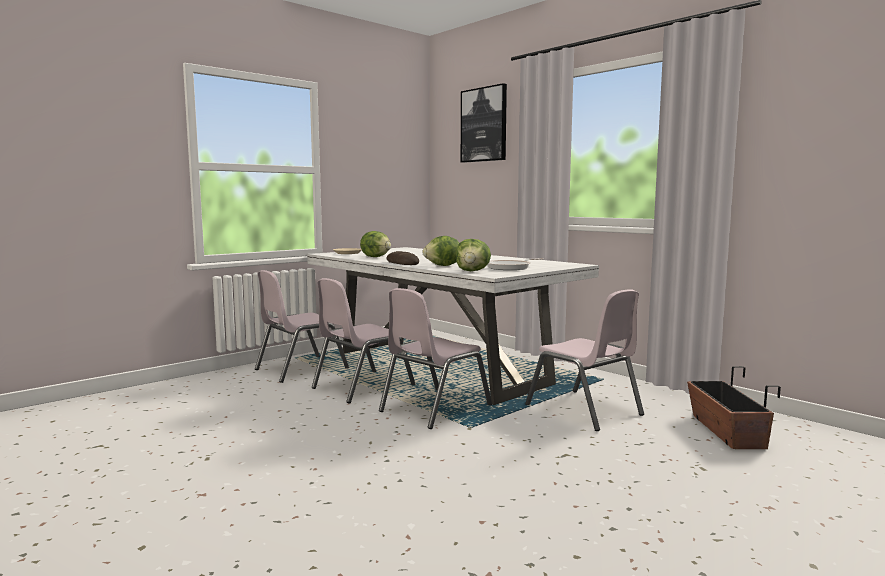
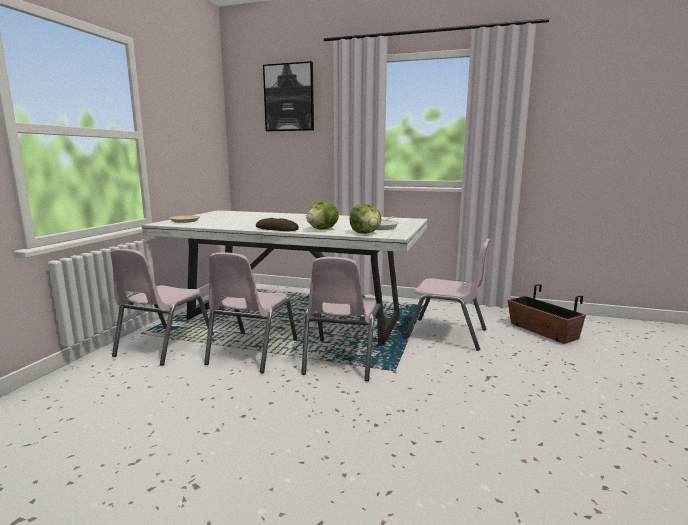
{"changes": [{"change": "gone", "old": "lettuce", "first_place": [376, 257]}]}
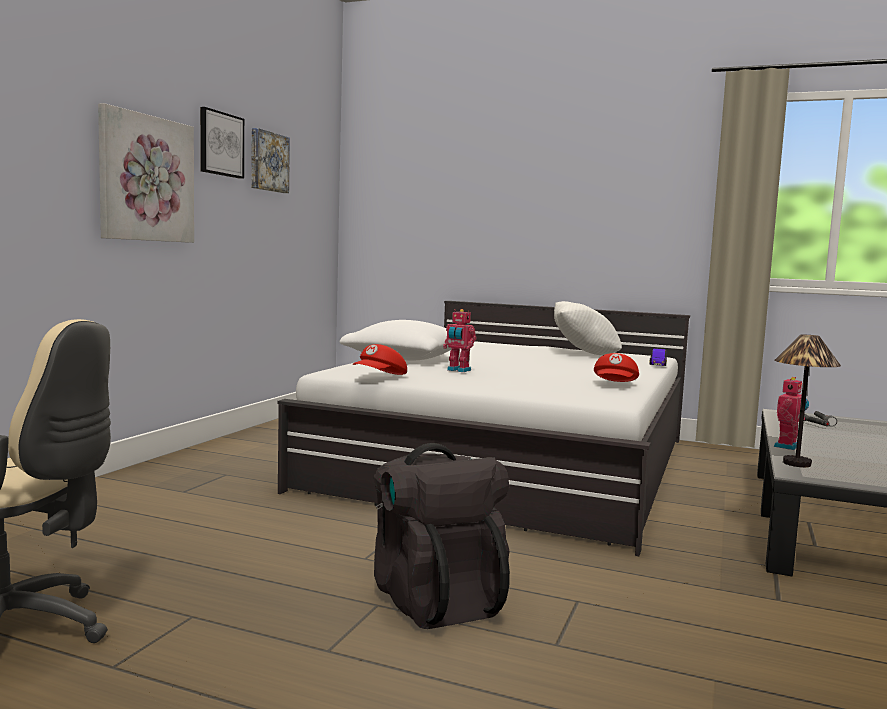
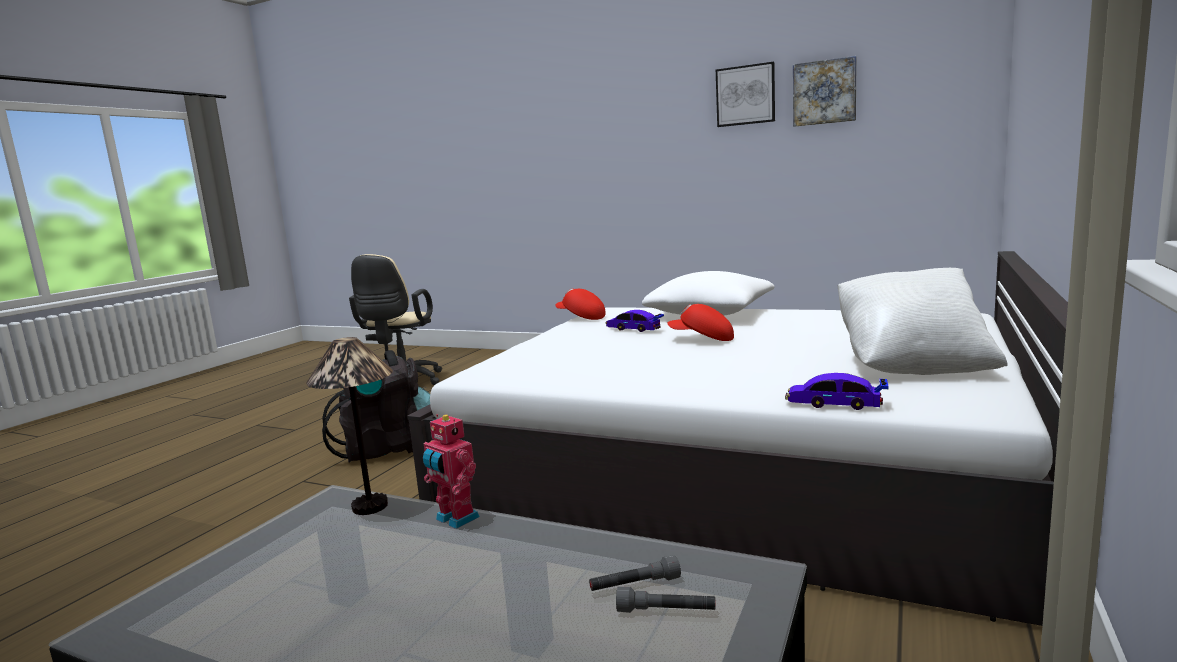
{"changes": [{"change": "gone", "old": "picture", "first_place": [146, 178]}, {"change": "swapped", "old": "toy robot", "new": "toy car", "first_place": [458, 370], "second_place": [634, 329]}, {"change": "shifted", "old": "red cap", "first_place": [615, 385], "second_place": [702, 339]}]}
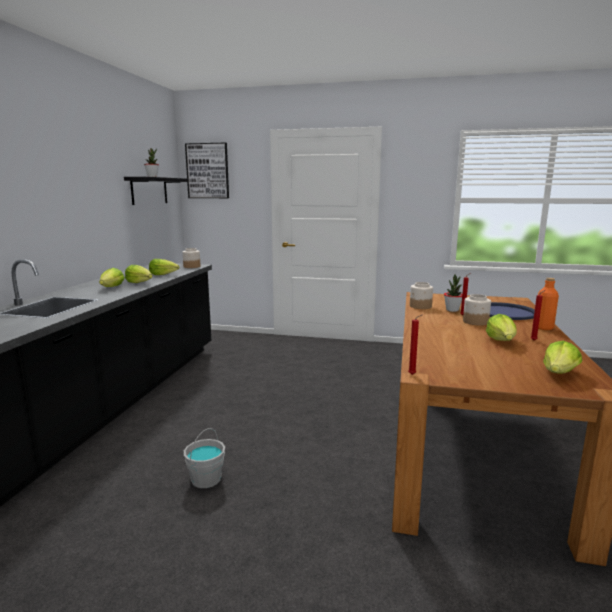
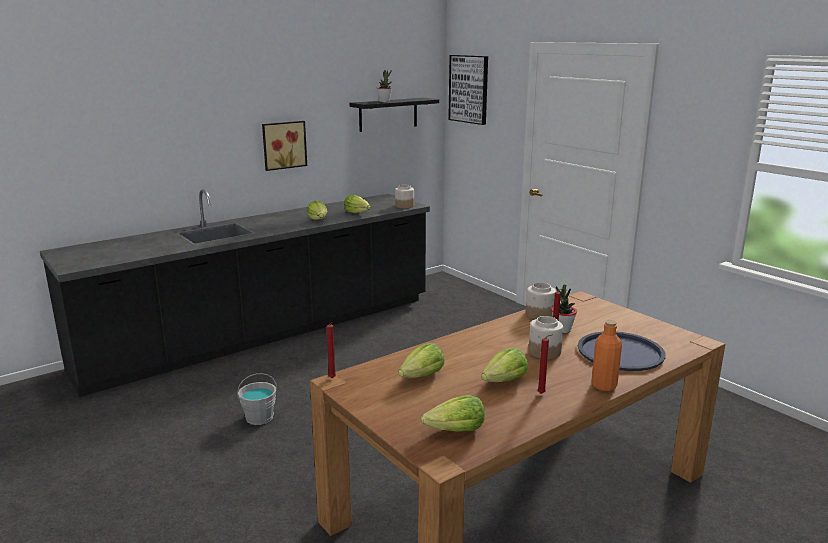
{"changes": [{"change": "shifted", "old": "lettuce", "first_place": [112, 287], "second_place": [422, 376]}, {"change": "new", "new": "picture", "second_place": [283, 145]}]}
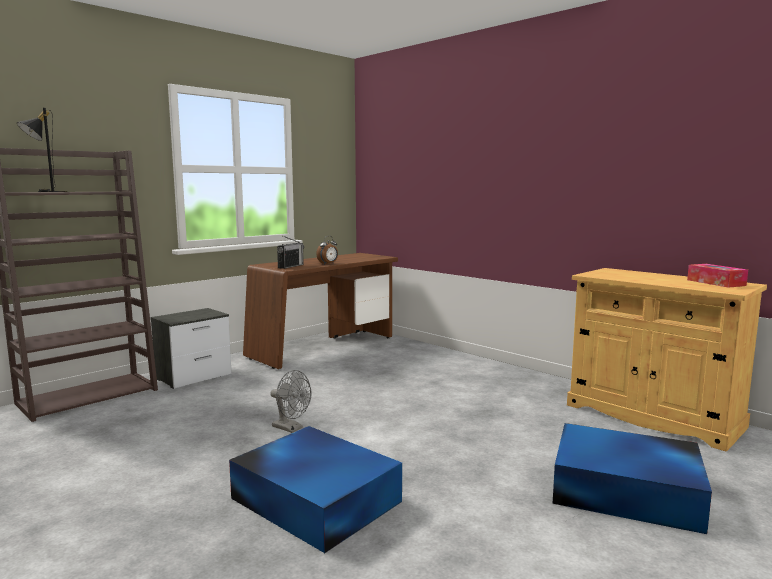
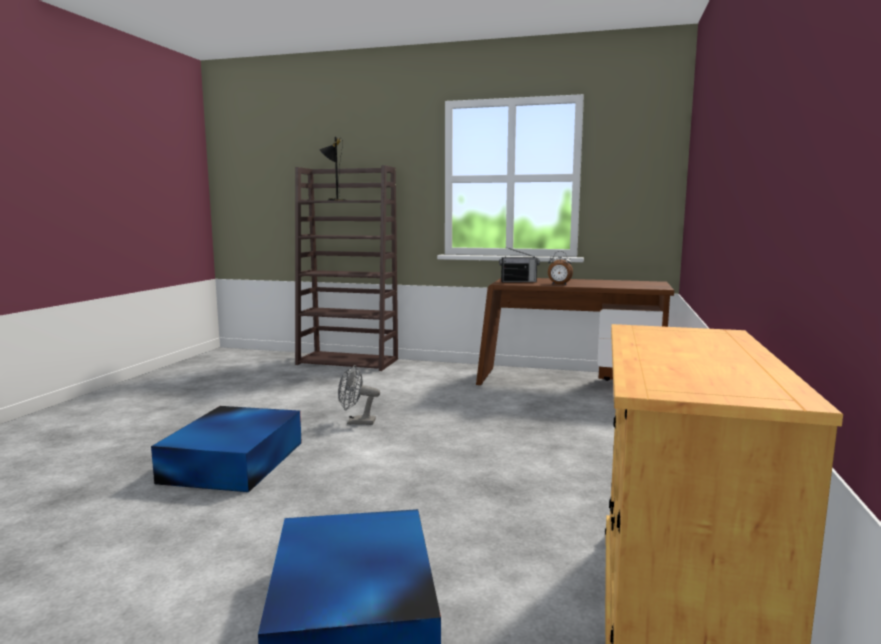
{"changes": [{"change": "gone", "old": "nightstand", "first_place": [195, 377]}, {"change": "rotated", "old": "grey fan", "first_place": [291, 428], "second_place": [356, 422], "degrees": 90}, {"change": "gone", "old": "tissue box", "first_place": [715, 283]}]}
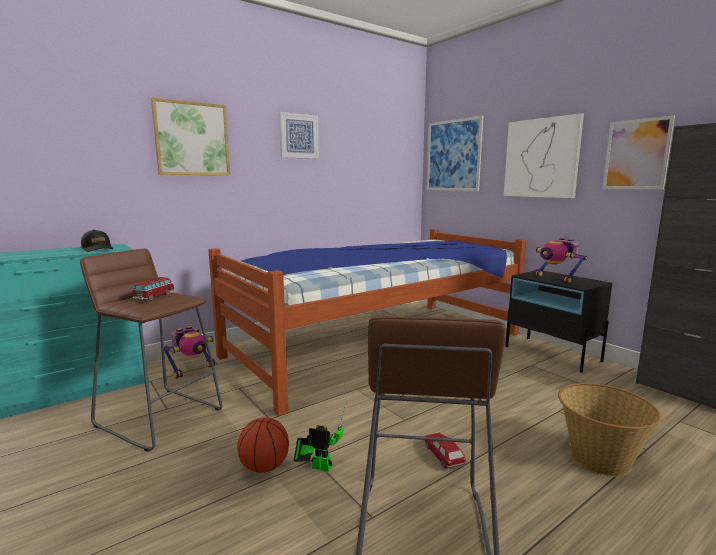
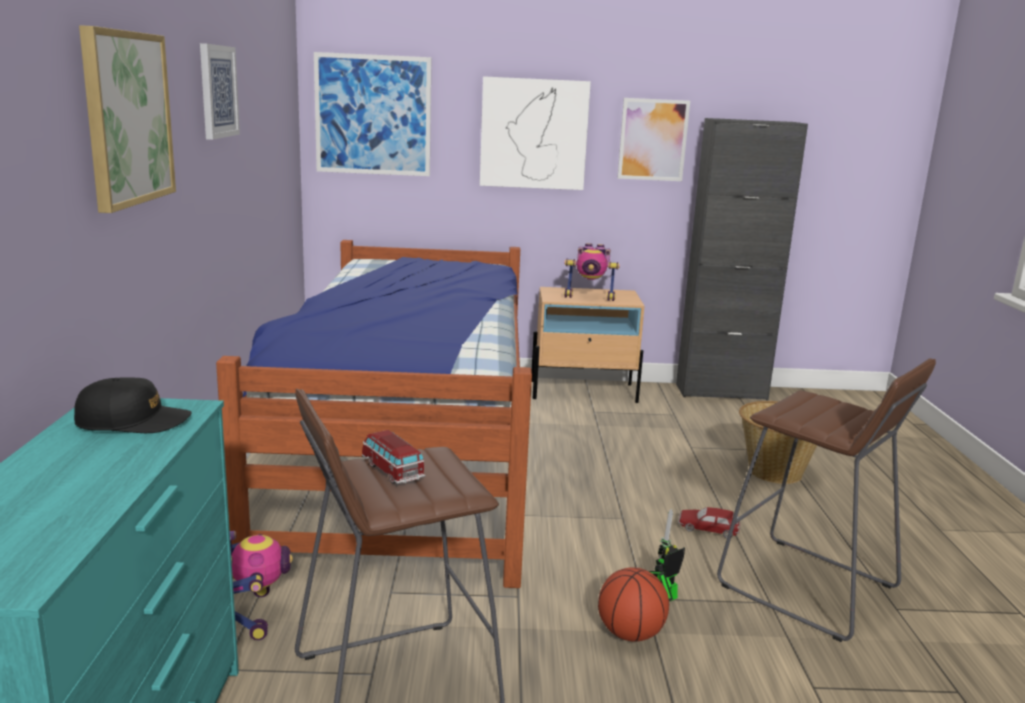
{"changes": [{"change": "repainted", "old": "black nightstand", "new": "beige nightstand", "first_place": [552, 354], "second_place": [584, 391]}]}
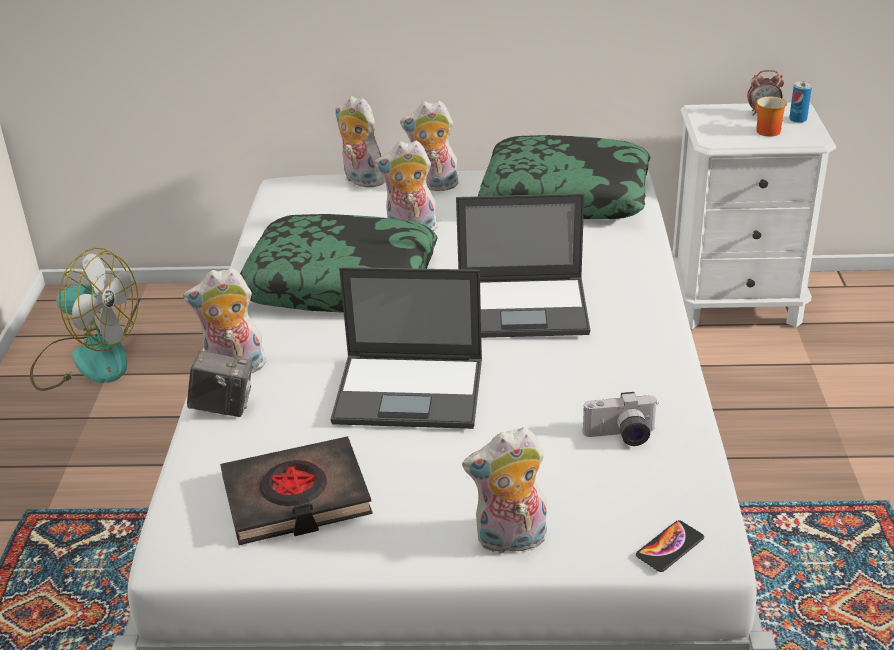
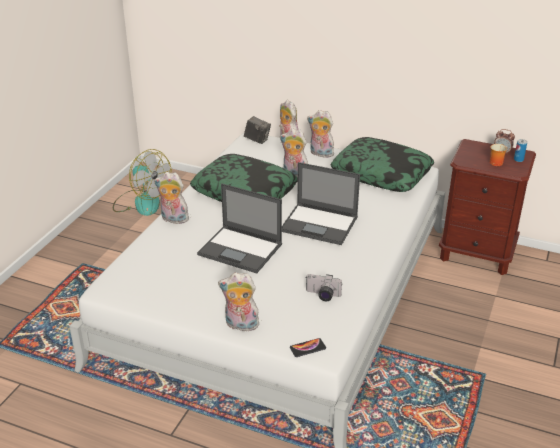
{"changes": [{"change": "shifted", "old": "photo camera", "first_place": [223, 407], "second_place": [257, 140]}, {"change": "gone", "old": "black book", "first_place": [296, 498]}, {"change": "repainted", "old": "white nightstand", "new": "brown nightstand", "first_place": [735, 303], "second_place": [477, 254]}]}
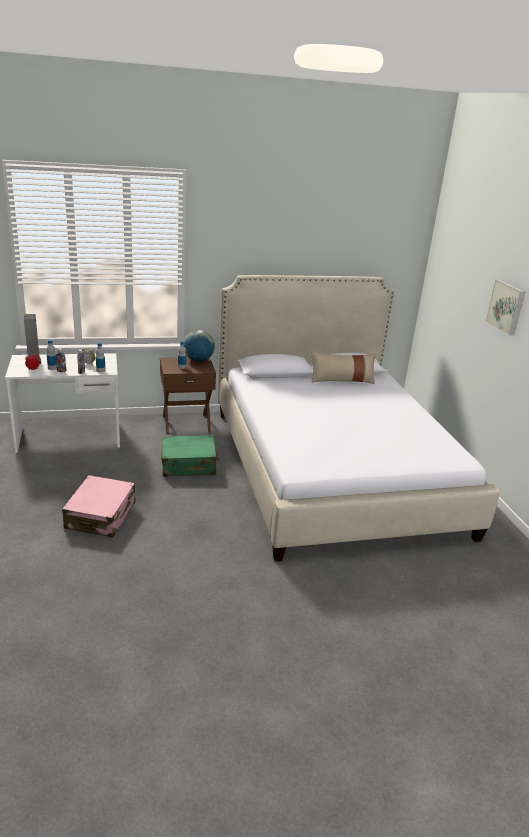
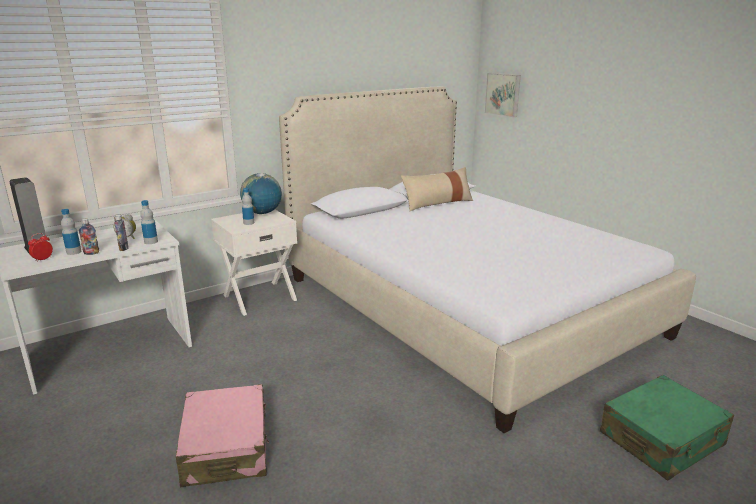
{"changes": [{"change": "repainted", "old": "brown nightstand", "new": "white nightstand", "first_place": [186, 423], "second_place": [259, 297]}, {"change": "shifted", "old": "green suitcase", "first_place": [189, 465], "second_place": [661, 439]}, {"change": "shifted", "old": "picture", "first_place": [507, 307], "second_place": [503, 94]}]}
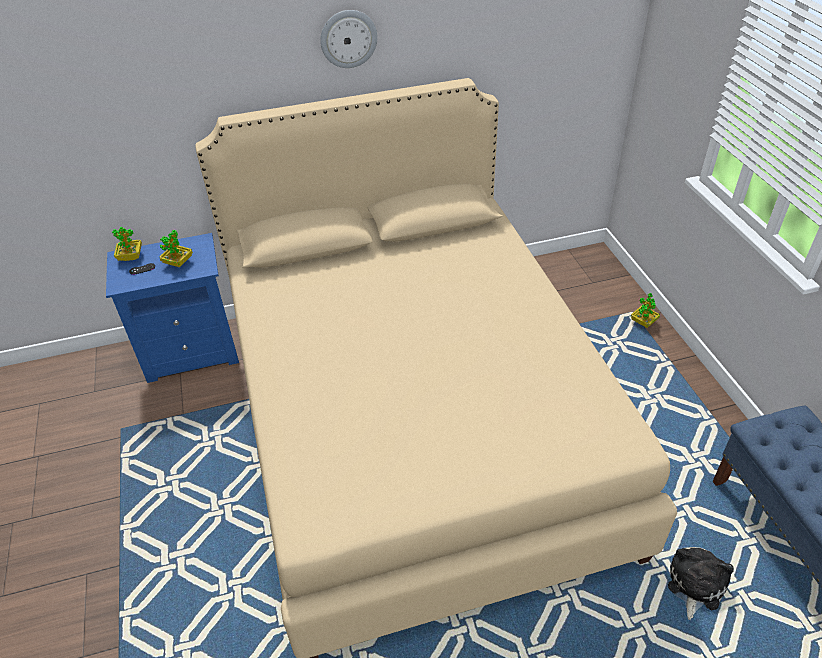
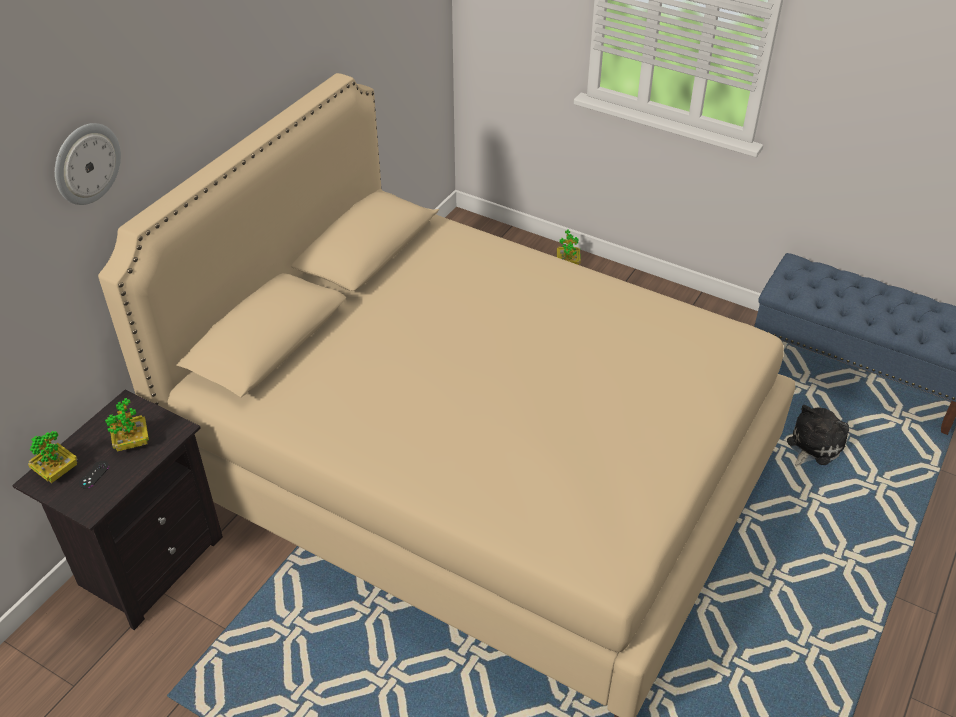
{"changes": [{"change": "repainted", "old": "blue nightstand", "new": "black nightstand", "first_place": [192, 351], "second_place": [148, 562]}, {"change": "shifted", "old": "wall clock", "first_place": [348, 38], "second_place": [86, 163]}, {"change": "rotated", "old": "plush toy", "first_place": [694, 586], "second_place": [812, 446], "degrees": 60}]}
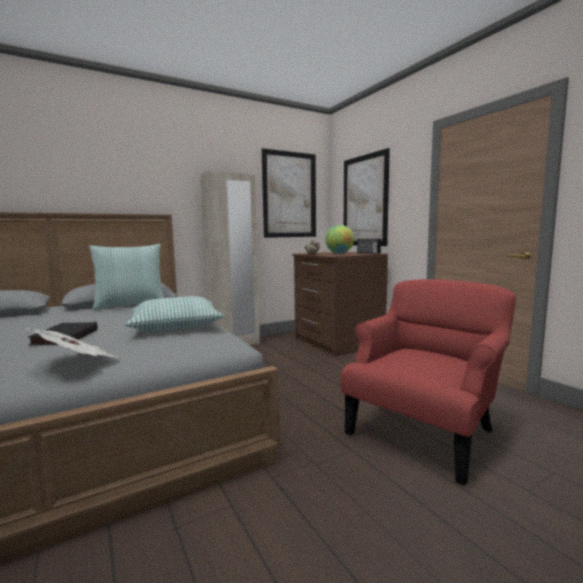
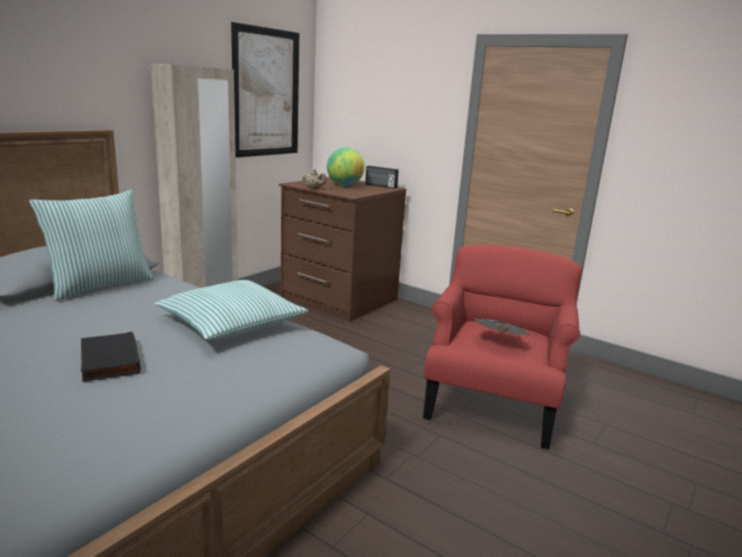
{"changes": [{"change": "shifted", "old": "newspaper", "first_place": [77, 362], "second_place": [500, 341]}, {"change": "gone", "old": "picture", "first_place": [364, 201]}]}
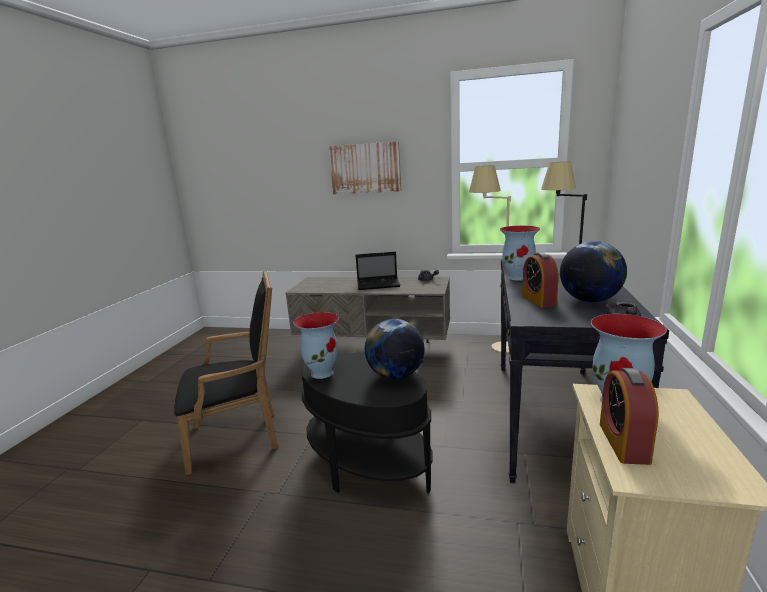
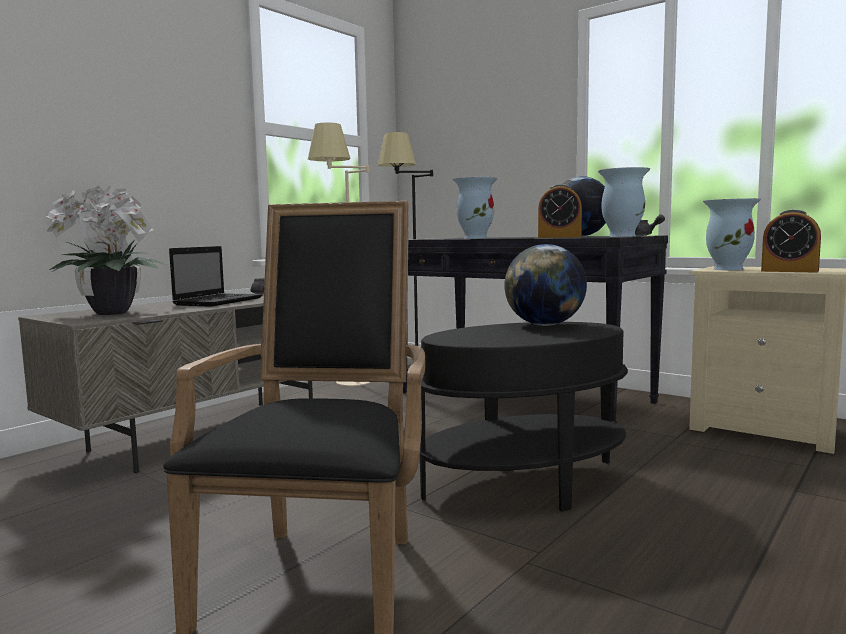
{"changes": [{"change": "shifted", "old": "vase", "first_place": [322, 372], "second_place": [621, 236]}, {"change": "gone", "old": "picture", "first_place": [365, 168]}, {"change": "new", "new": "potted plant", "second_place": [113, 313]}]}
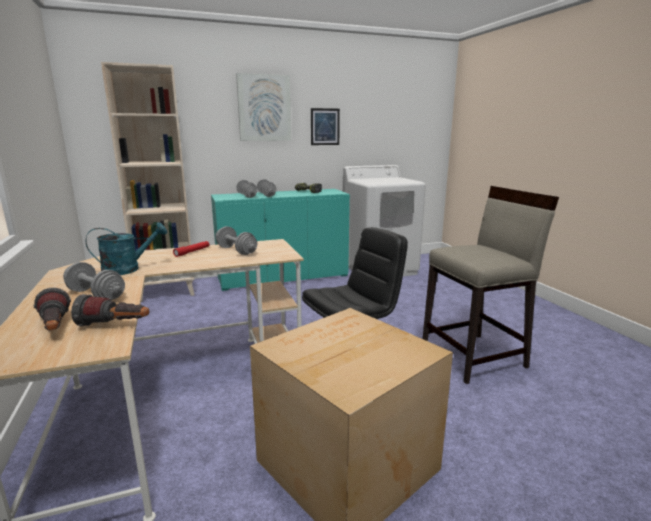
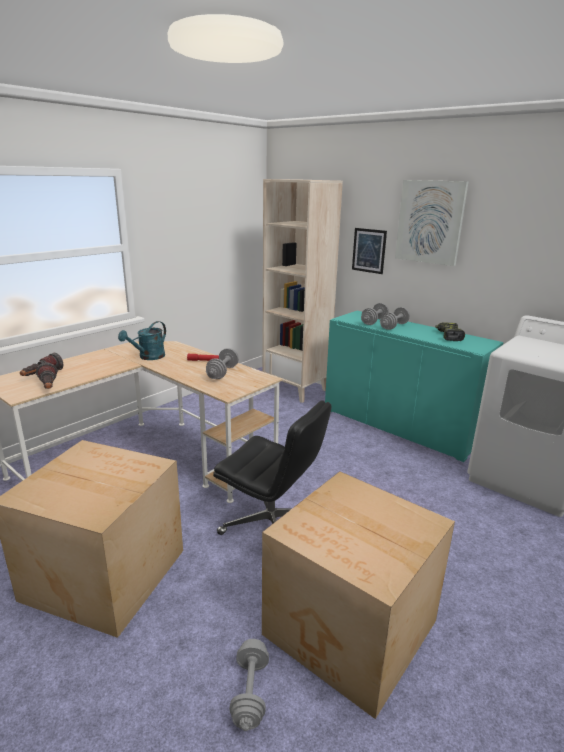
{"changes": [{"change": "shifted", "old": "grey dumbbell", "first_place": [96, 295], "second_place": [250, 693]}, {"change": "rotated", "old": "turquoise watering can", "first_place": [128, 269], "second_place": [148, 357], "degrees": 90}, {"change": "shifted", "old": "picture", "first_place": [325, 126], "second_place": [369, 250]}, {"change": "swapped", "old": "beige stool", "new": "cardboard box", "first_place": [474, 357], "second_place": [351, 630]}]}
